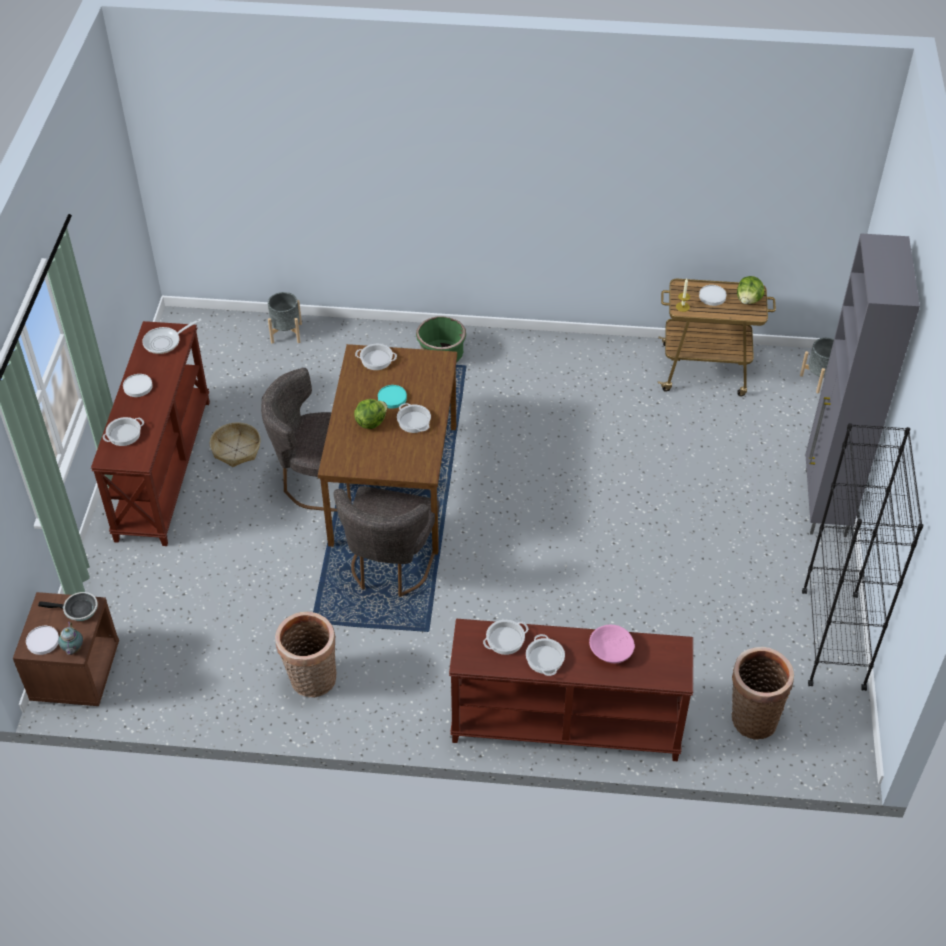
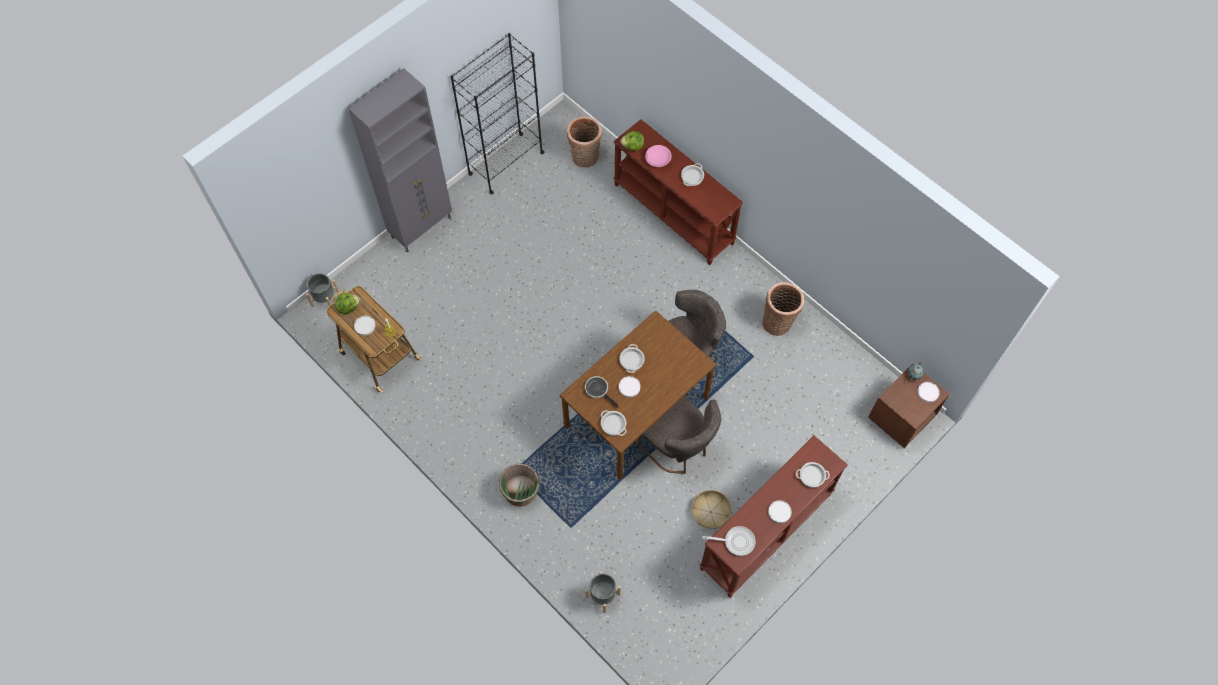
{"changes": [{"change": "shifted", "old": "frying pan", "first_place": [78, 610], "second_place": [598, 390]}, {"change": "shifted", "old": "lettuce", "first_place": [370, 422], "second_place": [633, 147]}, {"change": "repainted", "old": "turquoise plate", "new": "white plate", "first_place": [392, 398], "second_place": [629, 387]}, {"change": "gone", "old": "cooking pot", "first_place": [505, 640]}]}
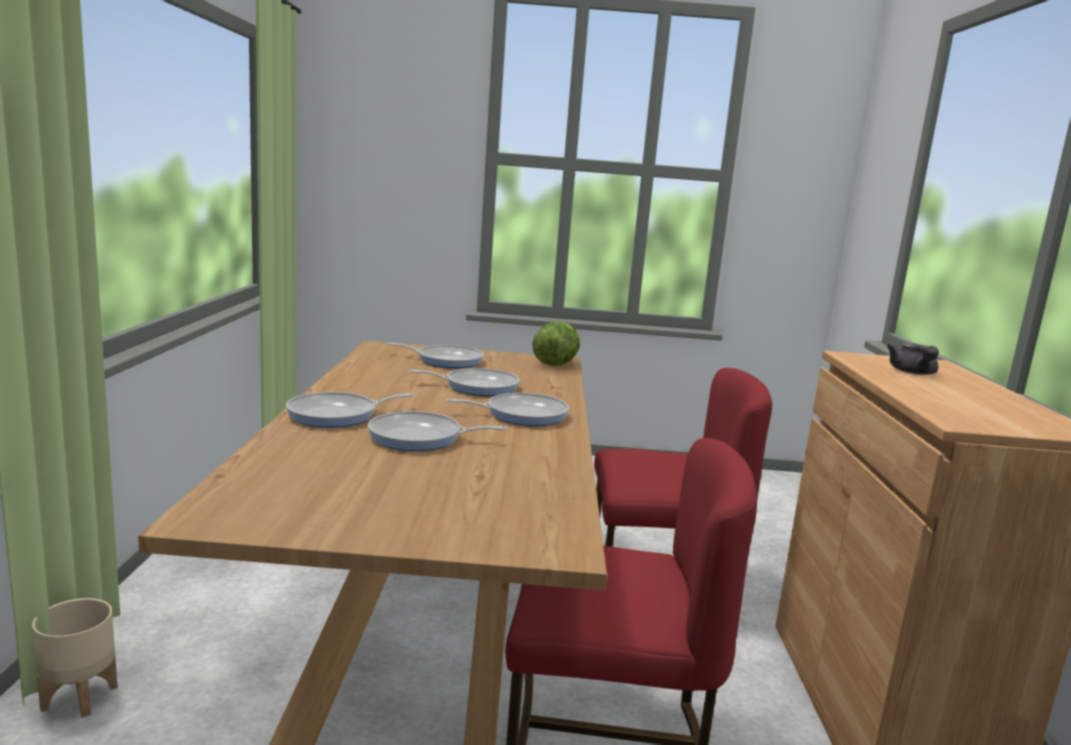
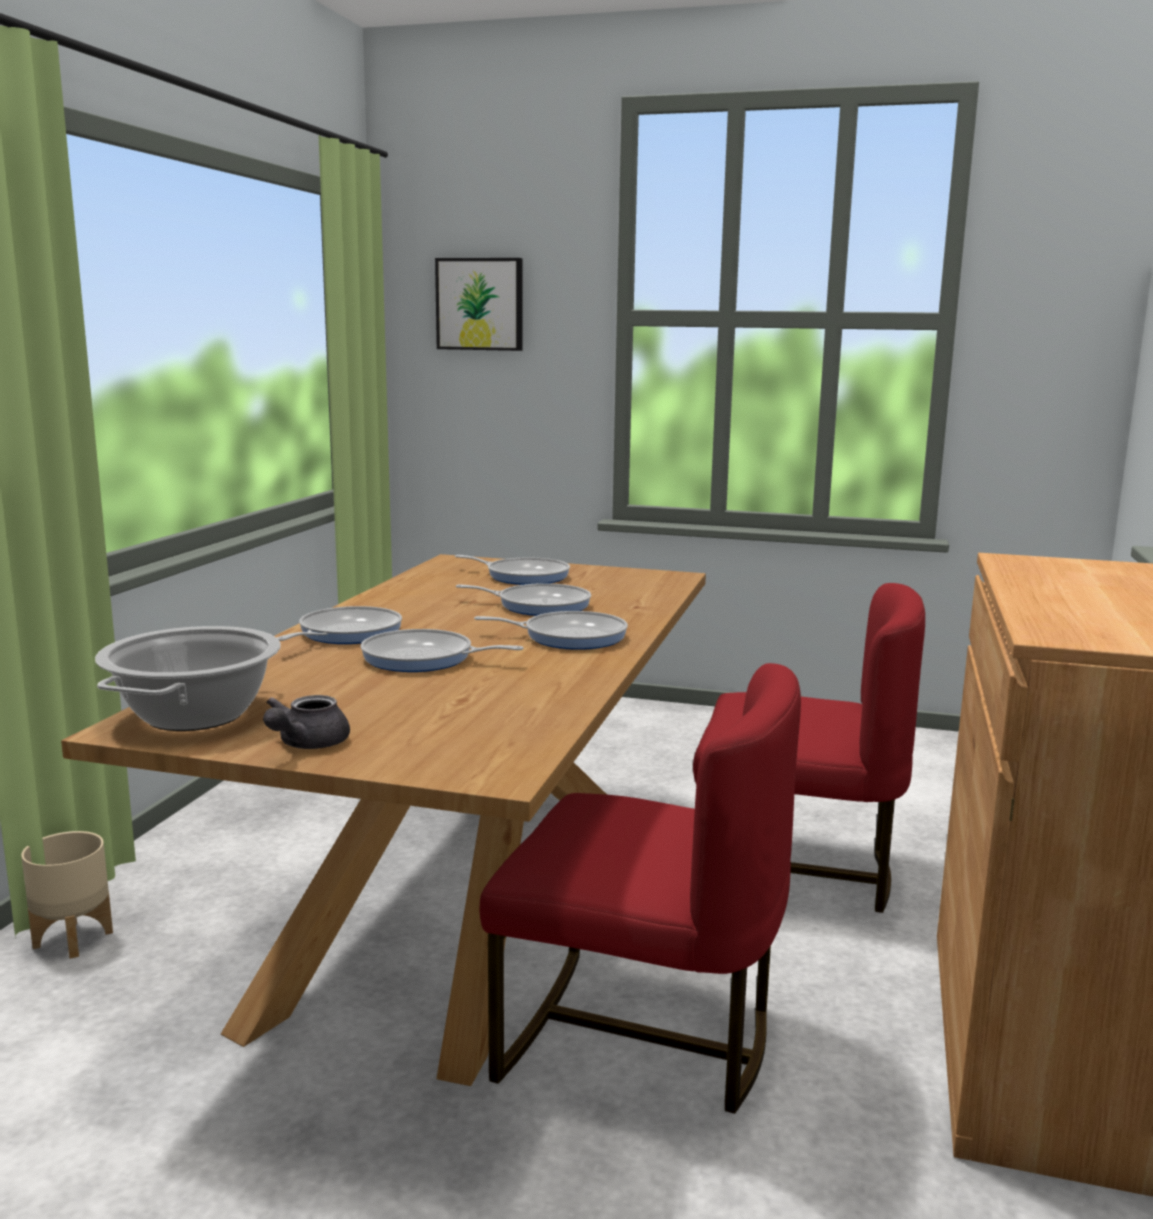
{"changes": [{"change": "rotated", "old": "frying pan", "first_place": [337, 415], "second_place": [345, 634], "degrees": 135}, {"change": "gone", "old": "lettuce", "first_place": [555, 364]}, {"change": "shifted", "old": "grey teapot", "first_place": [913, 373], "second_place": [306, 744]}, {"change": "new", "new": "cooking pot", "second_place": [195, 715]}, {"change": "new", "new": "picture", "second_place": [480, 304]}]}
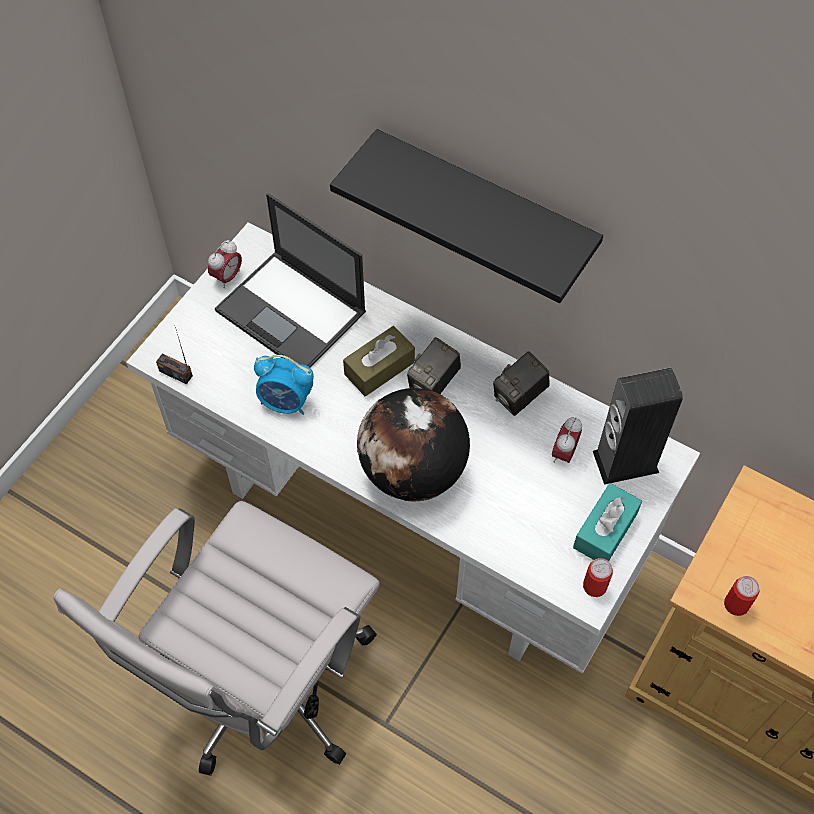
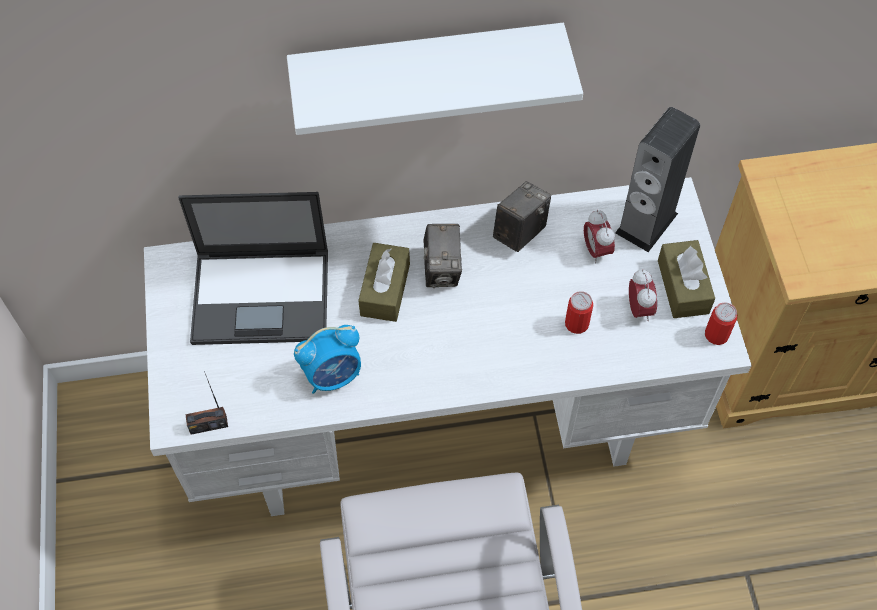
{"changes": [{"change": "shifted", "old": "alarm clock", "first_place": [227, 277], "second_place": [639, 309]}, {"change": "repainted", "old": "black shelf", "new": "white shelf", "first_place": [484, 211], "second_place": [427, 73]}, {"change": "gone", "old": "globe", "first_place": [413, 471]}, {"change": "rotated", "old": "photo camera", "first_place": [519, 397], "second_place": [520, 231], "degrees": -150}, {"change": "repainted", "old": "turquoise tissue box", "new": "brown tissue box", "first_place": [605, 530], "second_place": [683, 286]}, {"change": "shifted", "old": "can", "first_place": [736, 604], "second_place": [576, 323]}]}
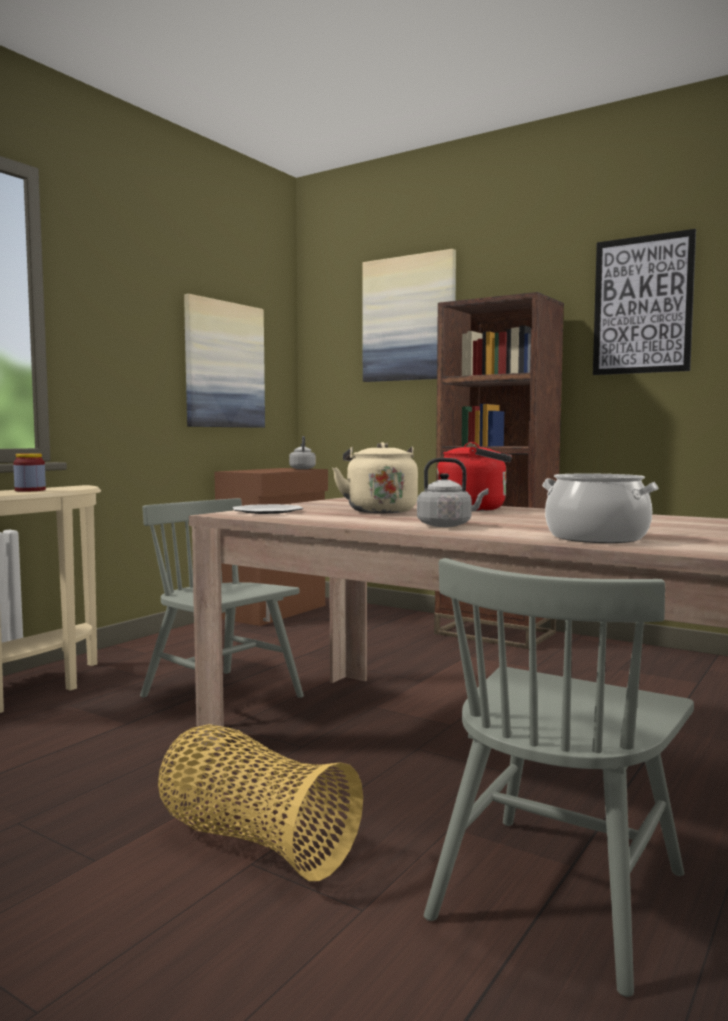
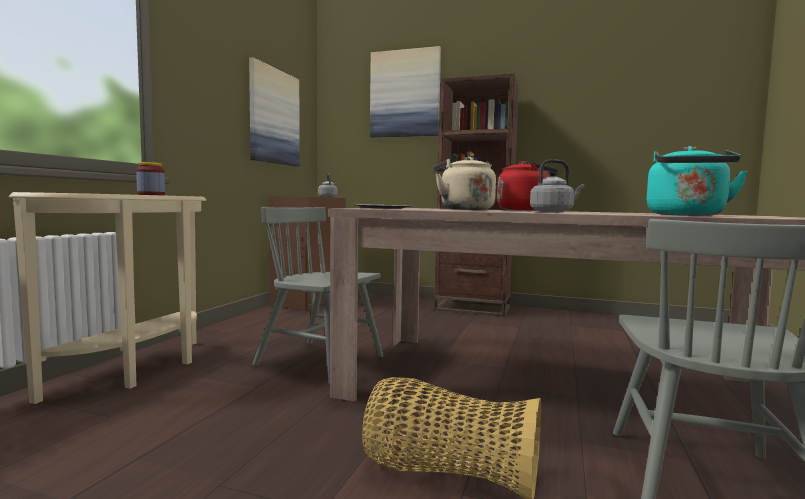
{"changes": [{"change": "swapped", "old": "cooking pot", "new": "turquoise kettle", "first_place": [596, 538], "second_place": [687, 215]}, {"change": "gone", "old": "picture", "first_place": [642, 305]}]}
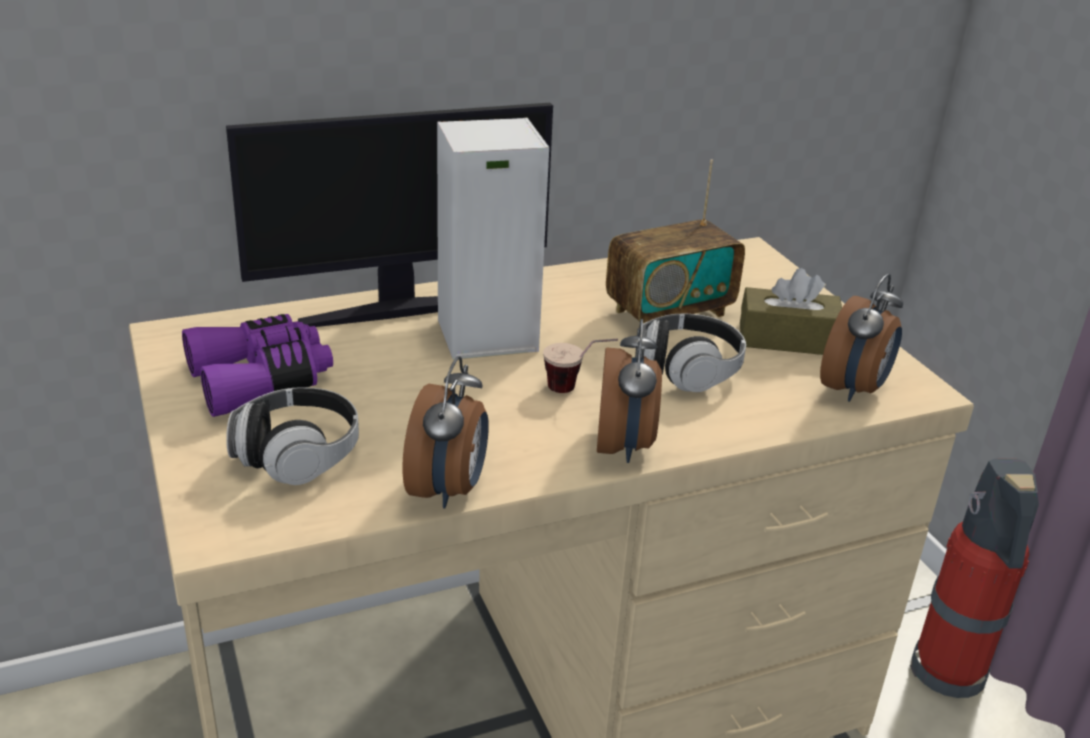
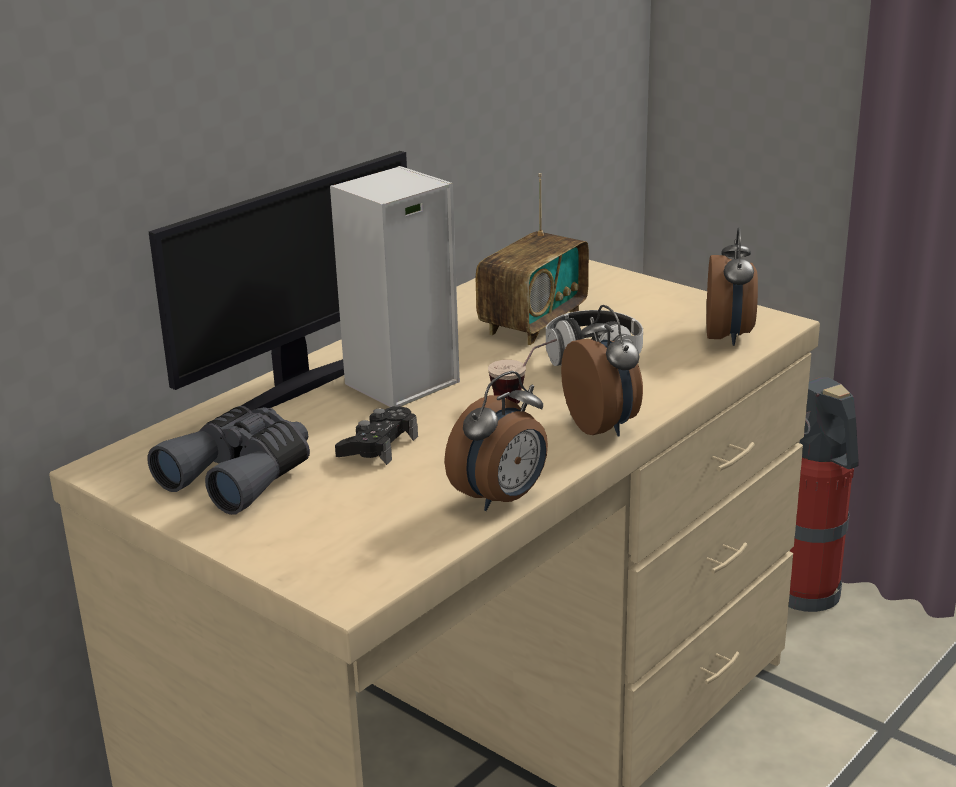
{"changes": [{"change": "repainted", "old": "purple binoculars", "new": "grey binoculars", "first_place": [261, 380], "second_place": [241, 475]}, {"change": "gone", "old": "headphones", "first_place": [297, 455]}, {"change": "rotated", "old": "alarm clock", "first_place": [449, 489], "second_place": [502, 499], "degrees": 60}, {"change": "gone", "old": "brown tissue box", "first_place": [787, 339]}, {"change": "new", "new": "black game controller", "second_place": [378, 446]}]}
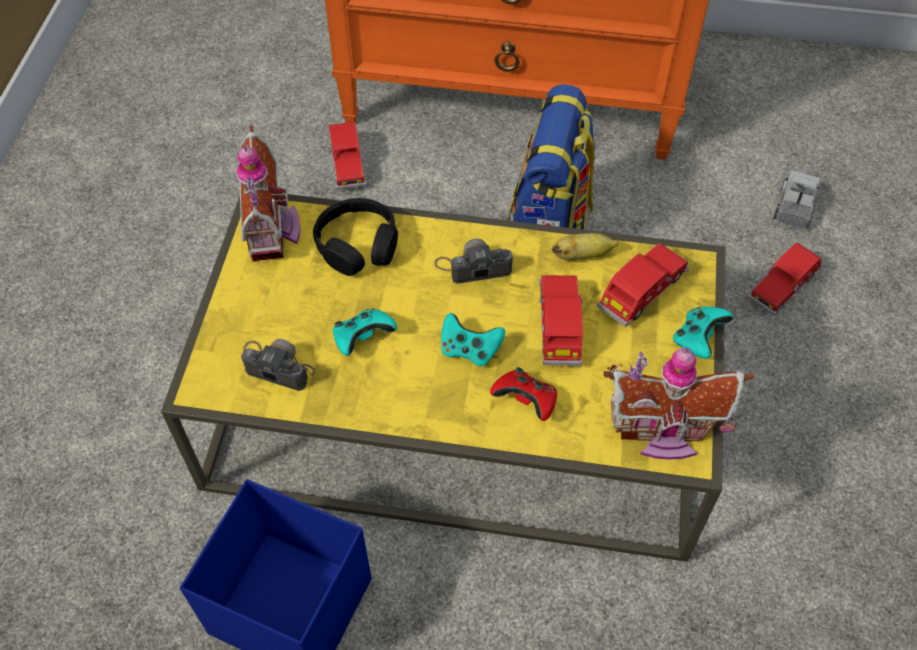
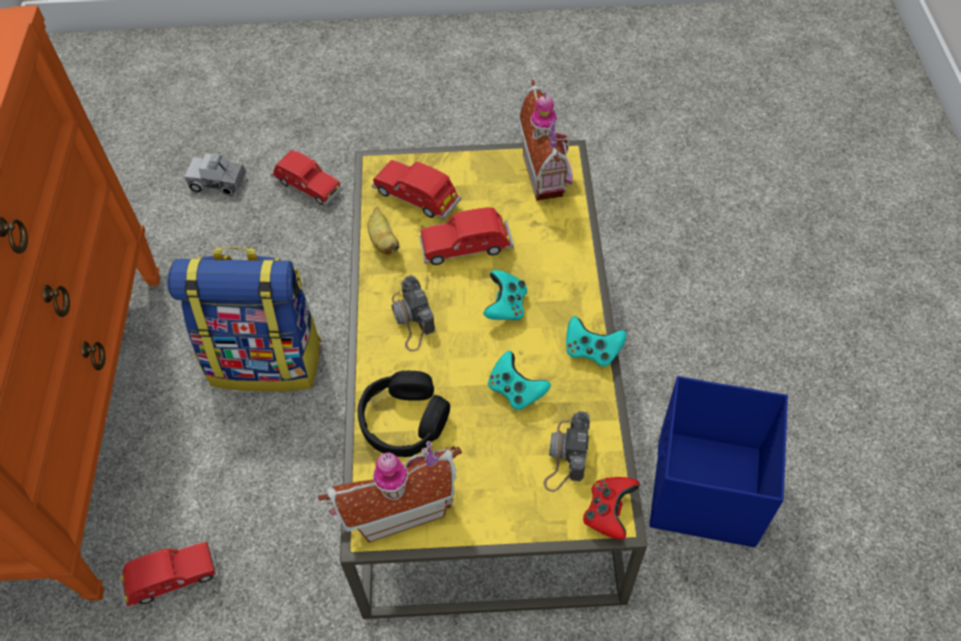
{"changes": [{"change": "shifted", "old": "red game controller", "first_place": [526, 401], "second_place": [608, 512]}, {"change": "shifted", "old": "turquoise game controller", "first_place": [698, 339], "second_place": [591, 350]}]}
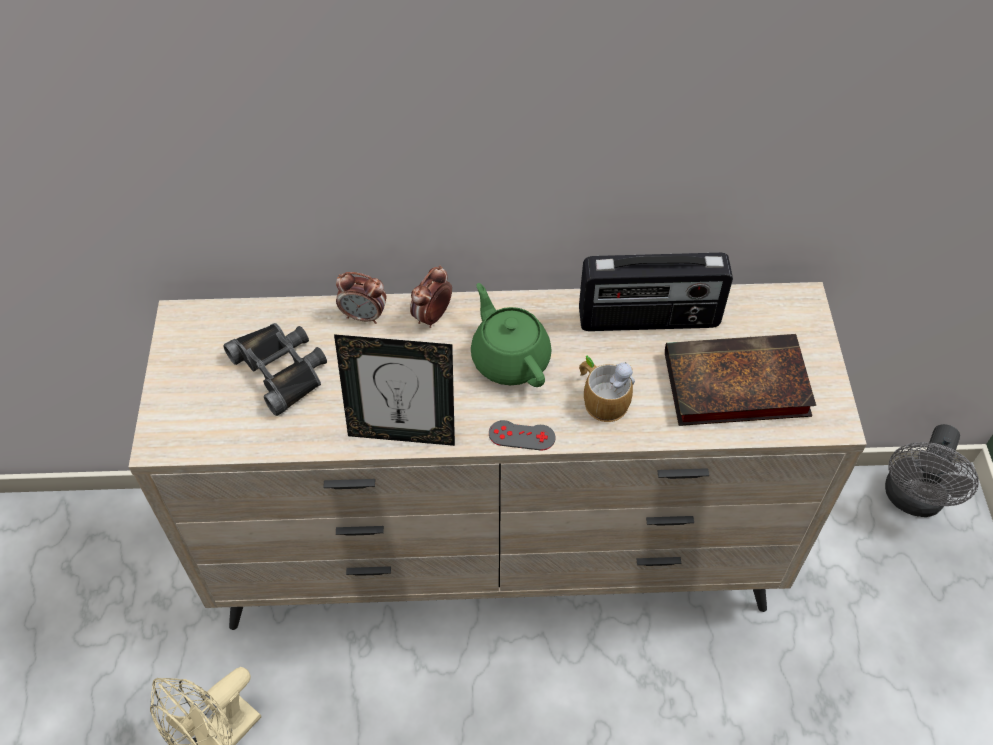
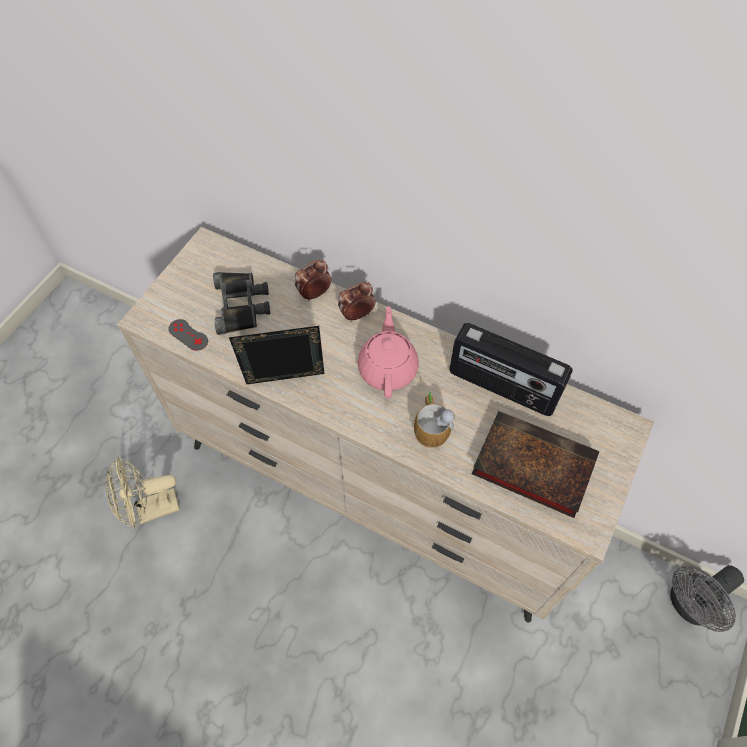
{"changes": [{"change": "rotated", "old": "picture frame", "first_place": [402, 433], "second_place": [286, 384], "degrees": 135}, {"change": "rotated", "old": "alarm clock", "first_place": [364, 316], "second_place": [314, 294], "degrees": 105}, {"change": "repainted", "old": "green teapot", "new": "pink teapot", "first_place": [510, 358], "second_place": [388, 368]}, {"change": "shifted", "old": "grey game controller", "first_place": [522, 435], "second_place": [188, 335]}]}
